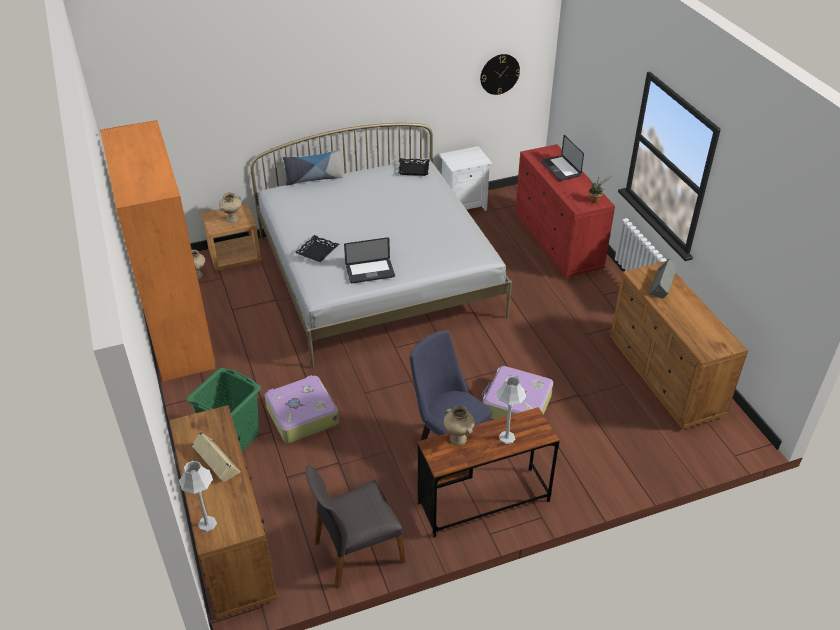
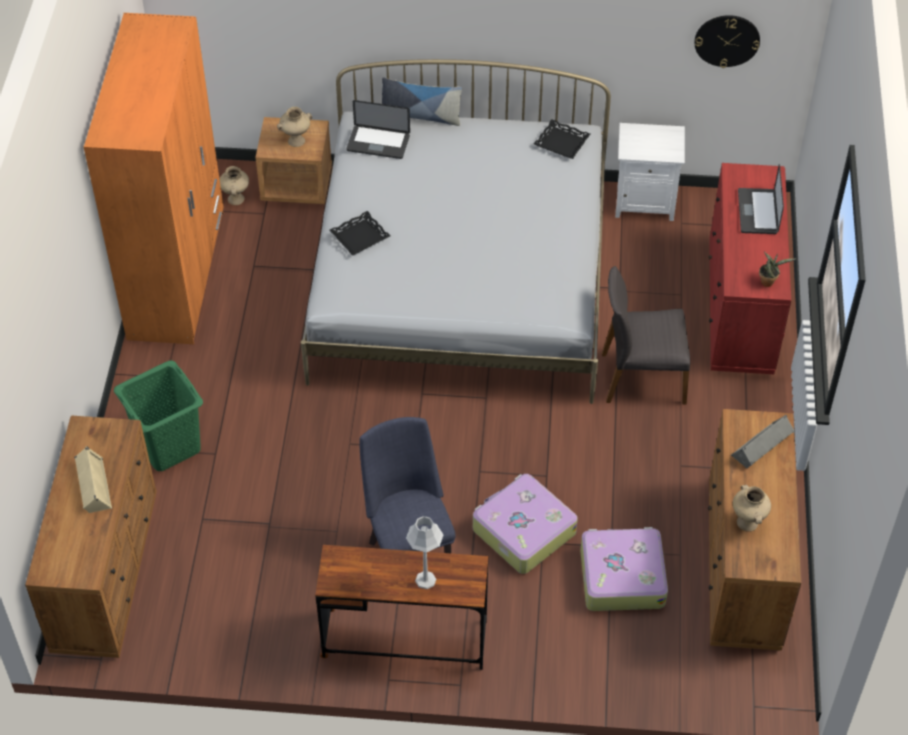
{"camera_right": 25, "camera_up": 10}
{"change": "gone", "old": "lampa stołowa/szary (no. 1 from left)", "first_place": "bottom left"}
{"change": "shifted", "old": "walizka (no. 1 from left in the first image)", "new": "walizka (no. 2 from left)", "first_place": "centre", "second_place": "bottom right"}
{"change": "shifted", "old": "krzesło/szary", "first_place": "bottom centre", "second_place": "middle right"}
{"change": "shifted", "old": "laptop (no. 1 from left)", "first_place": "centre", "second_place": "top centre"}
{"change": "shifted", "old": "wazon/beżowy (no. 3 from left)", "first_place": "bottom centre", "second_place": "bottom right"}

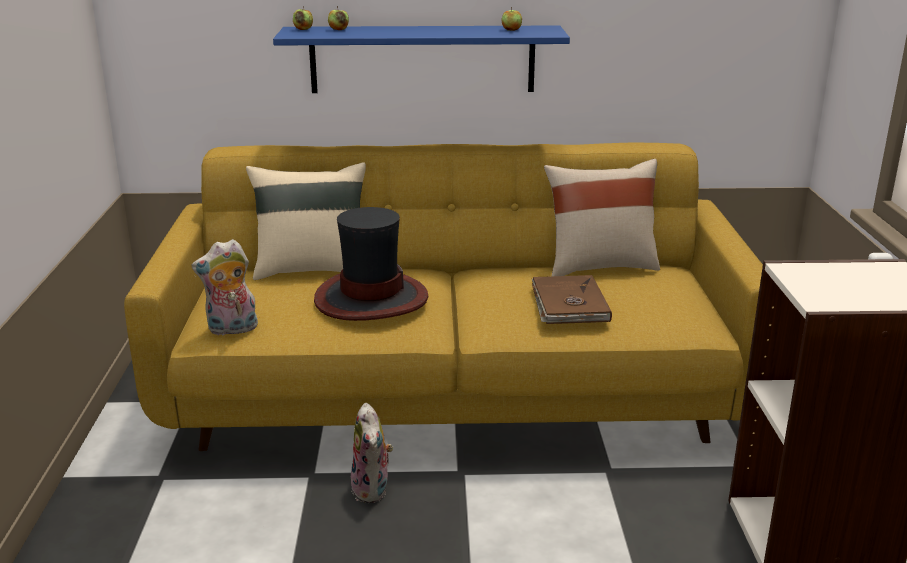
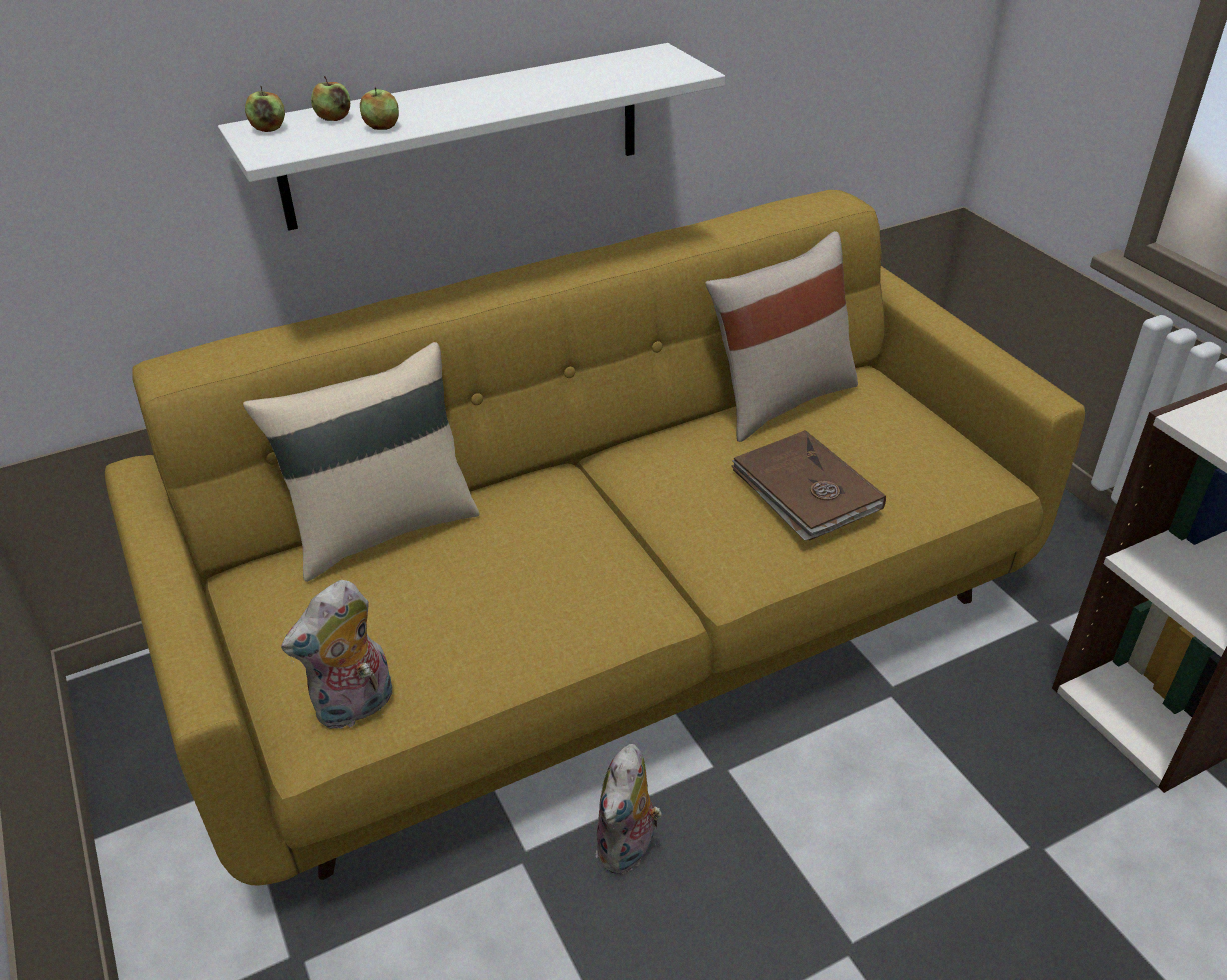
{"camera_right": -25, "camera_up": 15}
{"change": "gone", "old": "kapelusz", "first_place": "centre"}
{"change": "shifted", "old": "jabłko (no. 3 from left)", "first_place": "top centre", "second_place": "top left"}
{"change": "repainted", "old": "półka/niebieski", "new": "półka/biały", "first_place": "top centre", "second_place": "top centre"}
{"change": "rotated", "old": "pluszak (no. 2 from left)", "first_place": "bottom centre", "second_place": "bottom centre", "degrees": 60}

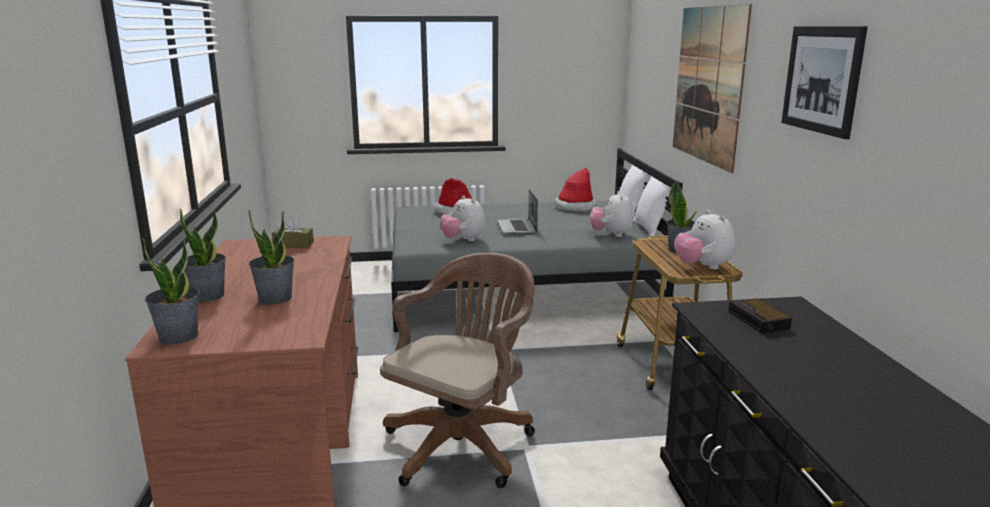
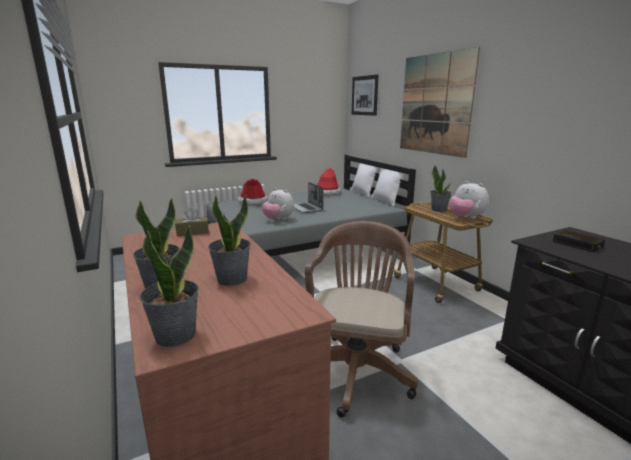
{"camera_right": -20, "camera_up": 0}
{"change": "gone", "old": "pluszak (no. 2 from left)", "first_place": "centre"}
{"change": "shifted", "old": "obraz (no. 2 from left in the first image)", "new": "obraz (no. 1 from left)", "first_place": "top right", "second_place": "top centre"}

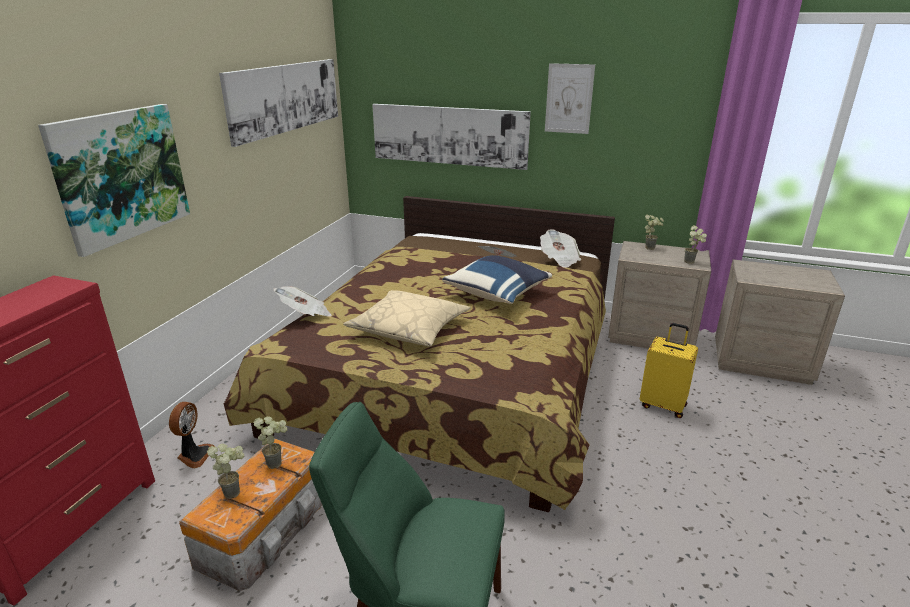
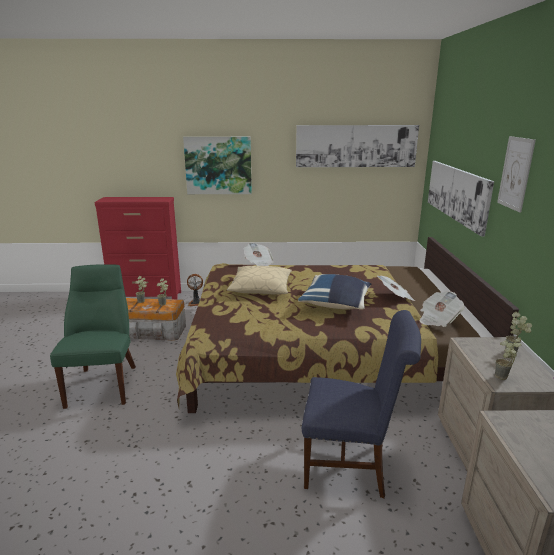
{"camera_right": 70, "camera_up": -5}
{"change": "swapped", "old": "walizka/żółty", "new": "krzesło/niebieski", "first_place": "middle right", "second_place": "bottom centre"}

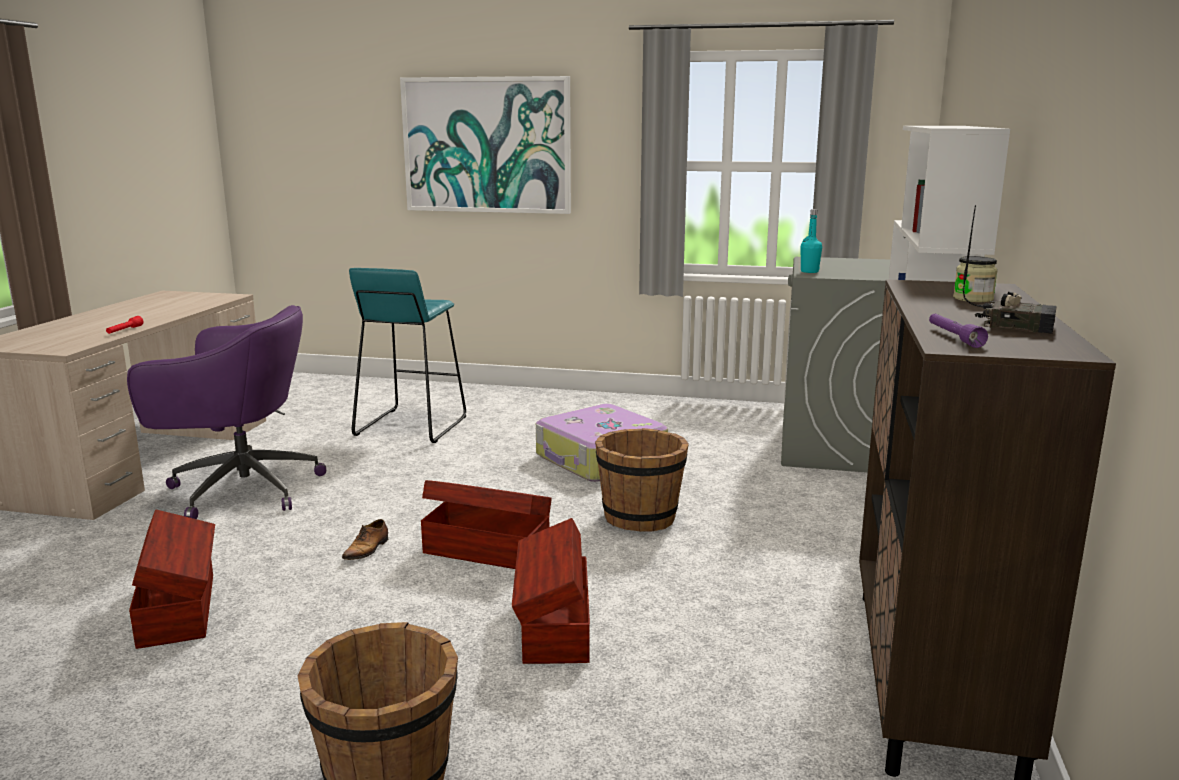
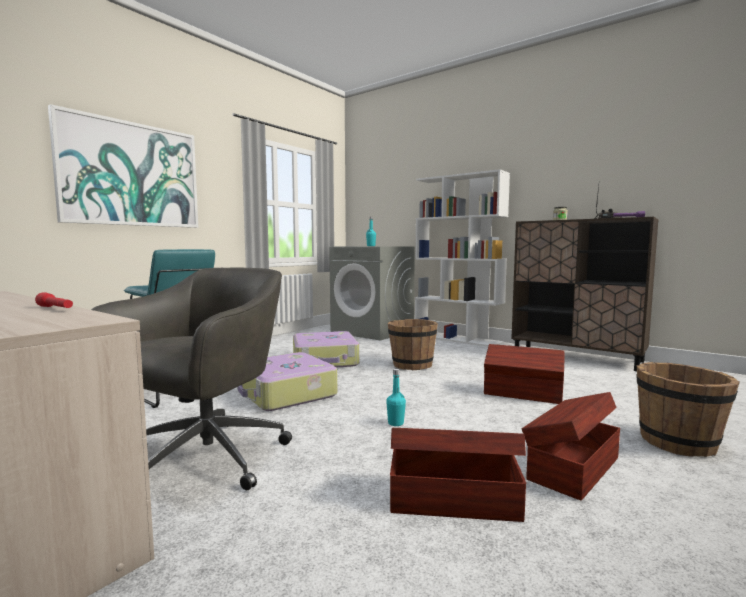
{"camera_right": -65, "camera_up": -10}
{"change": "new", "new": "walizka (no. 1 from left)", "second_place": "centre"}
{"change": "shifted", "old": "pojemnik do przechowywania/brązowy (no. 2 from left in the first image)", "new": "pojemnik do przechowywania/brązowy (no. 3 from left)", "first_place": "bottom centre", "second_place": "bottom right"}
{"change": "swapped", "old": "but", "new": "butelka/turkusowy (no. 2 from left)", "first_place": "bottom left", "second_place": "centre"}
{"change": "repainted", "old": "krzesło biurowe/fioletowy", "new": "krzesło biurowe/szary", "first_place": "middle left", "second_place": "middle left"}

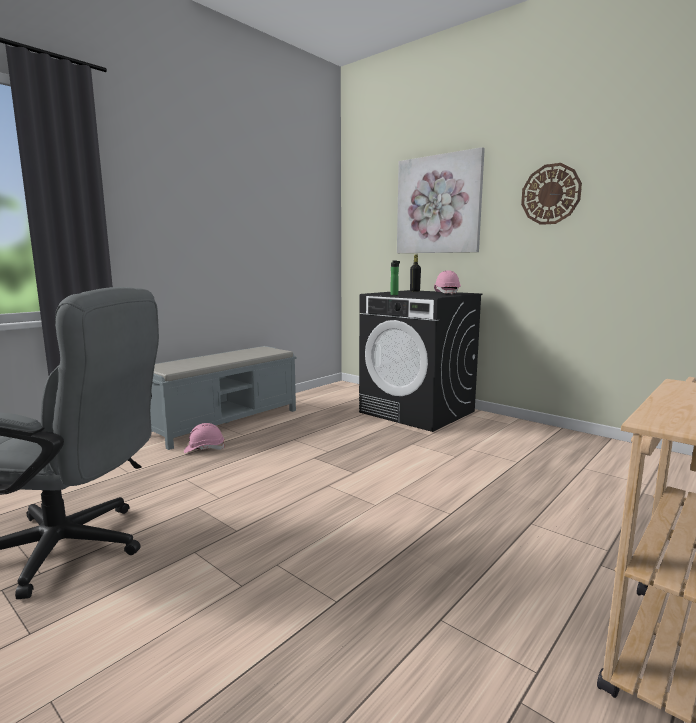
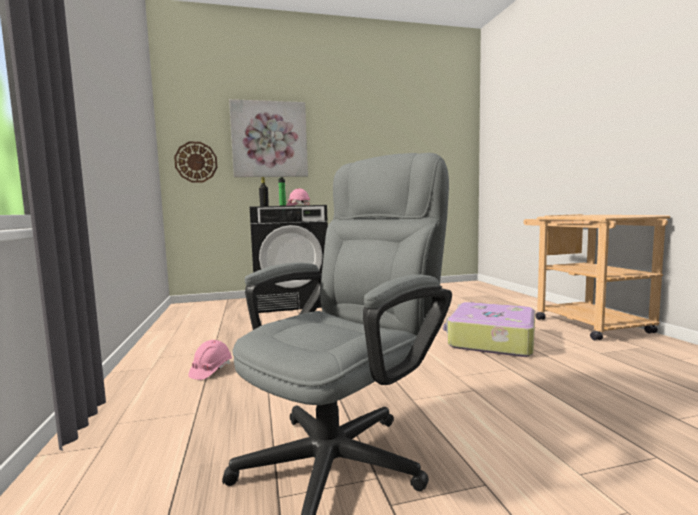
{"camera_right": -55, "camera_up": -5}
{"change": "gone", "old": "ławka/szary", "first_place": "middle left"}
{"change": "new", "new": "walizka", "second_place": "middle right"}
{"change": "shifted", "old": "zegar ścienny", "first_place": "top right", "second_place": "top left"}

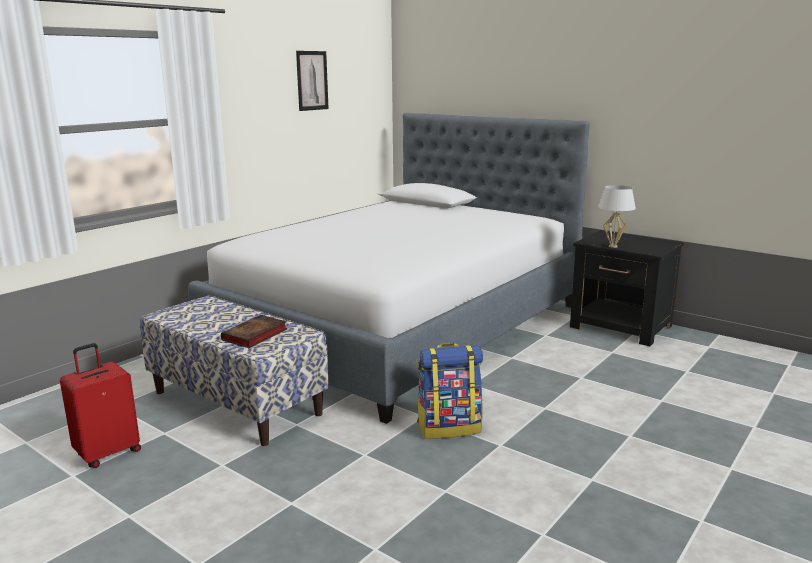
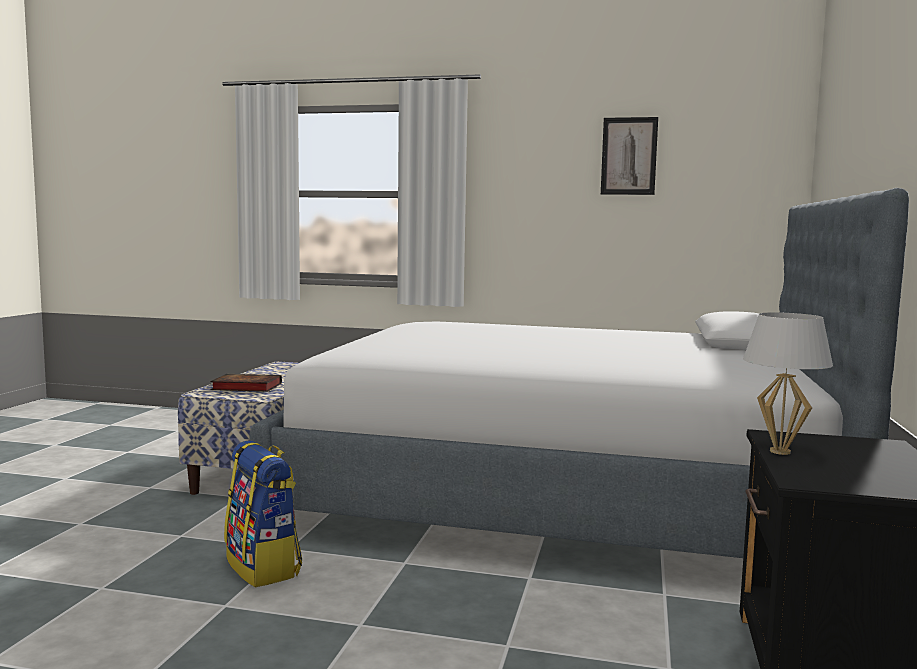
{"camera_right": 65, "camera_up": -10}
{"change": "gone", "old": "walizka/czerwony", "first_place": "bottom left"}

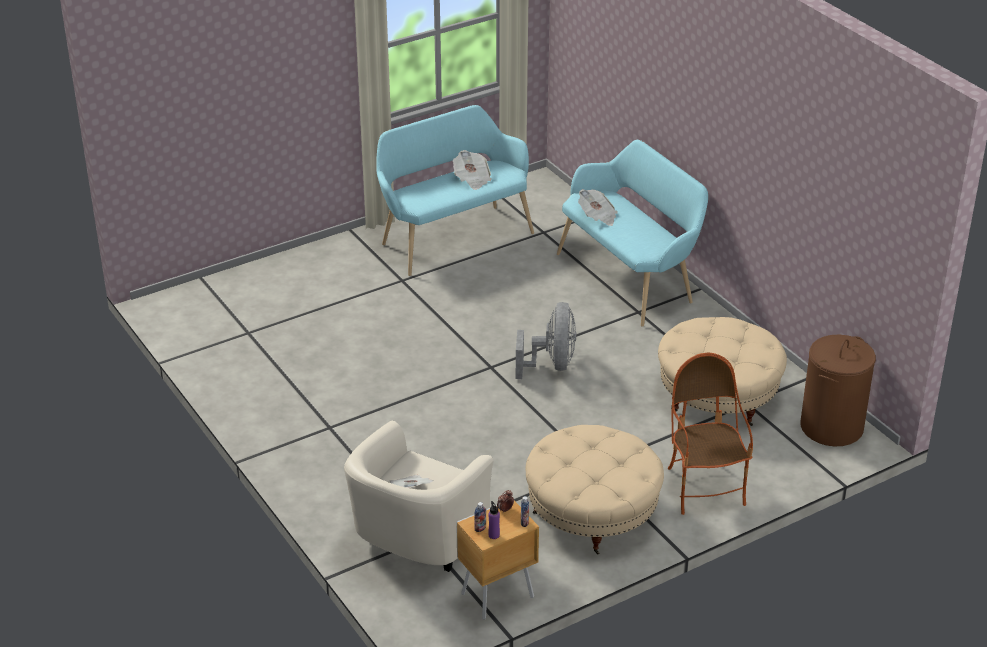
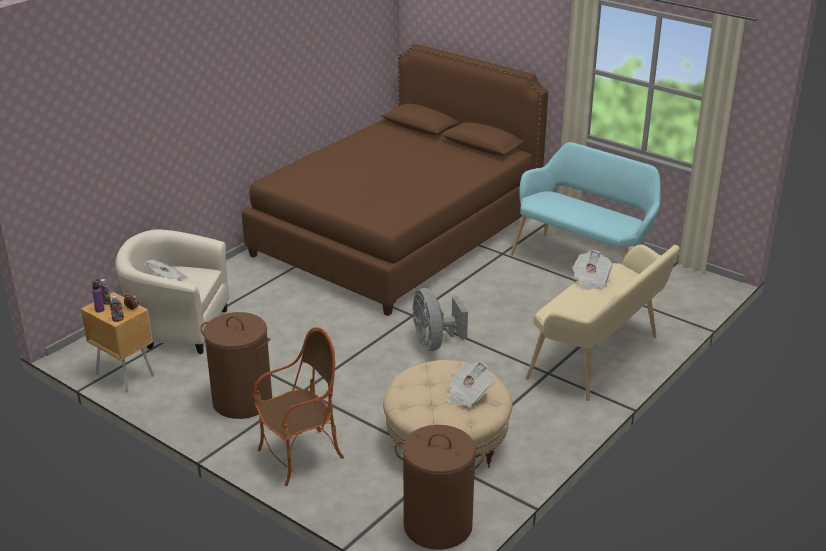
{"camera_right": 70, "camera_up": -5}
{"change": "new", "new": "łóżko/brązowy", "second_place": "top centre"}
{"change": "shifted", "old": "gazeta (no. 2 from left)", "first_place": "top centre", "second_place": "bottom centre"}
{"change": "swapped", "old": "pufa/beżowy (no. 1 from left)", "new": "kosz na pranie/brązowy (no. 1 from left)", "first_place": "bottom centre", "second_place": "middle left"}
{"change": "repainted", "old": "ławka/turkusowy (no. 2 from left)", "new": "ławka/beżowy", "first_place": "centre", "second_place": "middle right"}
{"change": "rotated", "old": "wentylator/szary", "first_place": "centre", "second_place": "centre", "degrees": 90}

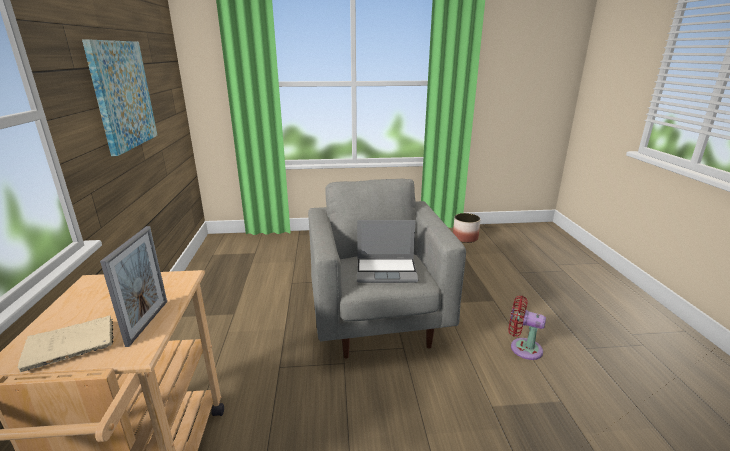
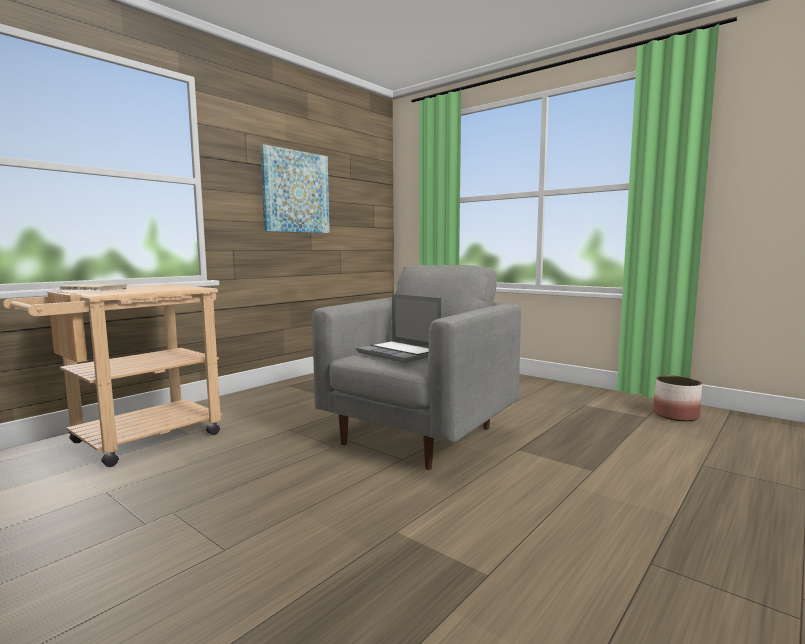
{"camera_right": 45, "camera_up": -15}
{"change": "gone", "old": "ramka na zdjęcie", "first_place": "middle left"}
{"change": "gone", "old": "wentylator/czerwony", "first_place": "bottom right"}

